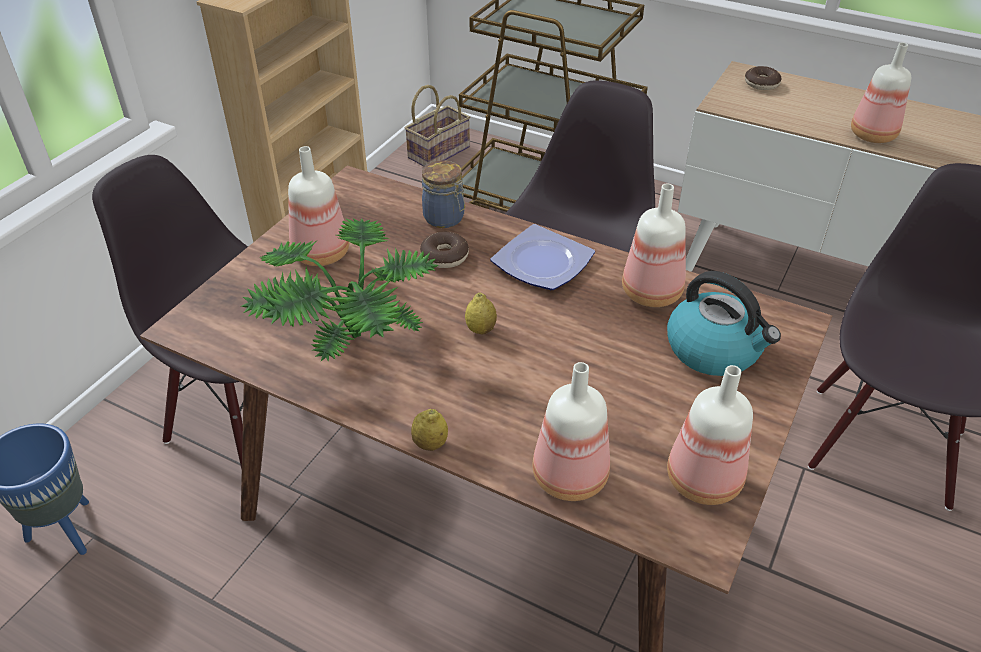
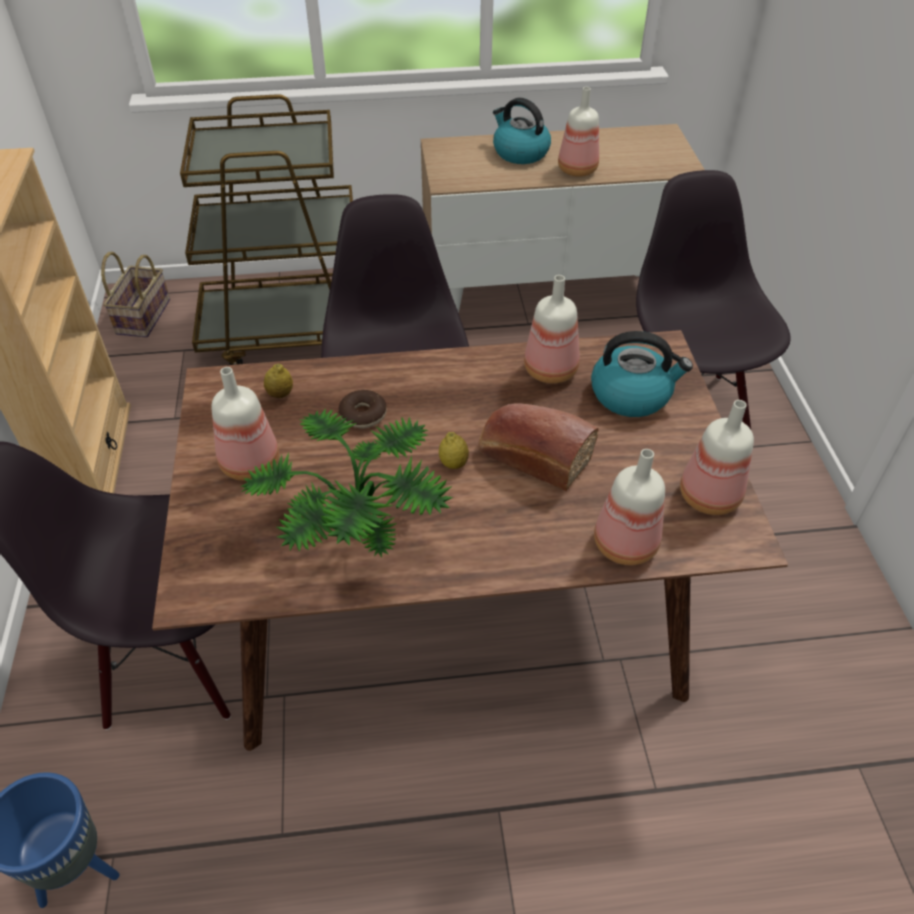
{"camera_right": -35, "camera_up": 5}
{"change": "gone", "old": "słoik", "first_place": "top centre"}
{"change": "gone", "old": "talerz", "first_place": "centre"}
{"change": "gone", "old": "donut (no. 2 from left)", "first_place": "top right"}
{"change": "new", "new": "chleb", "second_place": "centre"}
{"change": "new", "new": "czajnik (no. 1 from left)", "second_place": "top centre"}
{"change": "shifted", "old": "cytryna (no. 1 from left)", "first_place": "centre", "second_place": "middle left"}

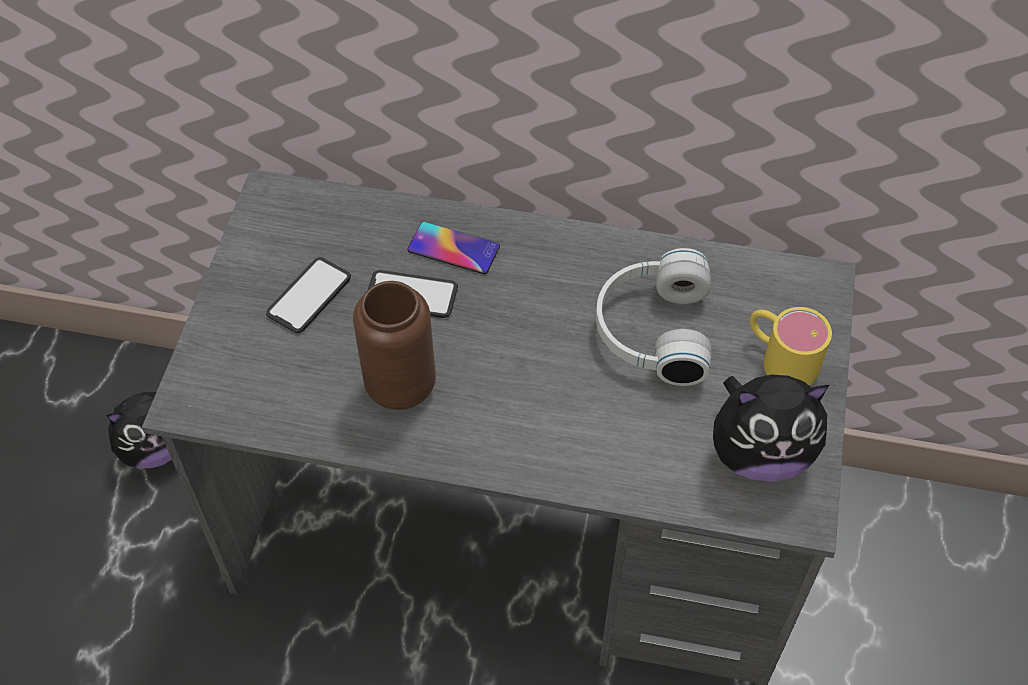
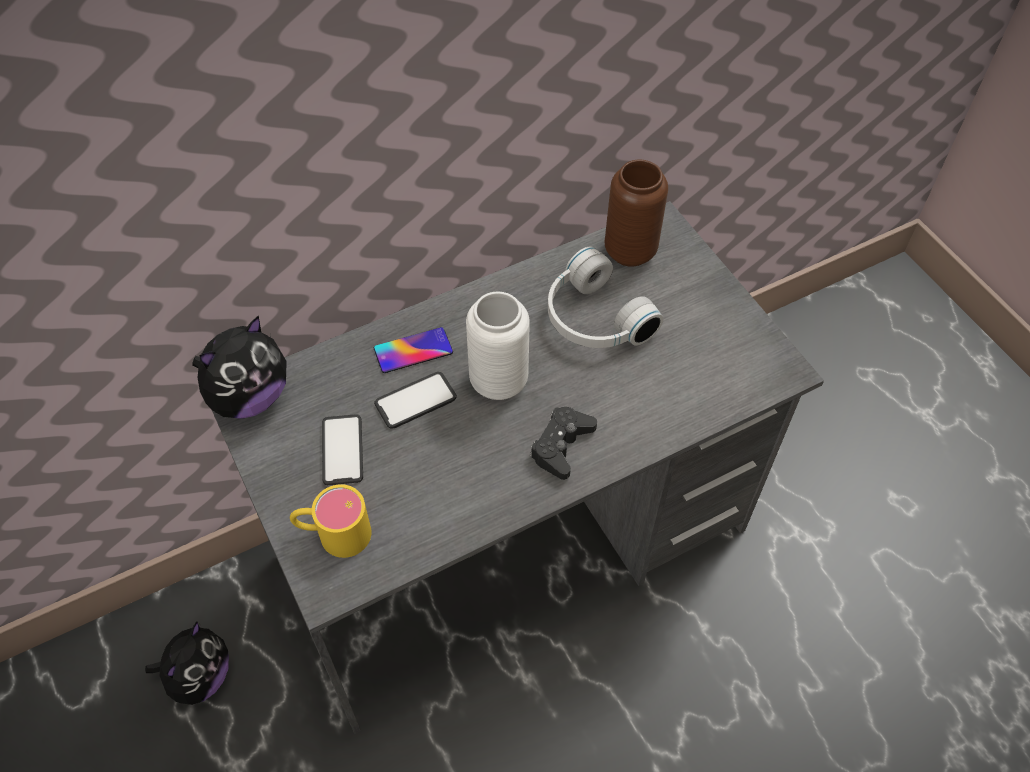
{"camera_right": -40, "camera_up": 0}
{"change": "new", "new": "wazon/biały", "second_place": "centre"}
{"change": "new", "new": "pad do gier/czarny", "second_place": "centre"}
{"change": "shifted", "old": "wazon/brązowy", "first_place": "centre", "second_place": "top centre"}
{"change": "shifted", "old": "pluszak (no. 2 from left)", "first_place": "middle right", "second_place": "middle left"}
{"change": "shifted", "old": "kubek/żółty", "first_place": "middle right", "second_place": "bottom left"}

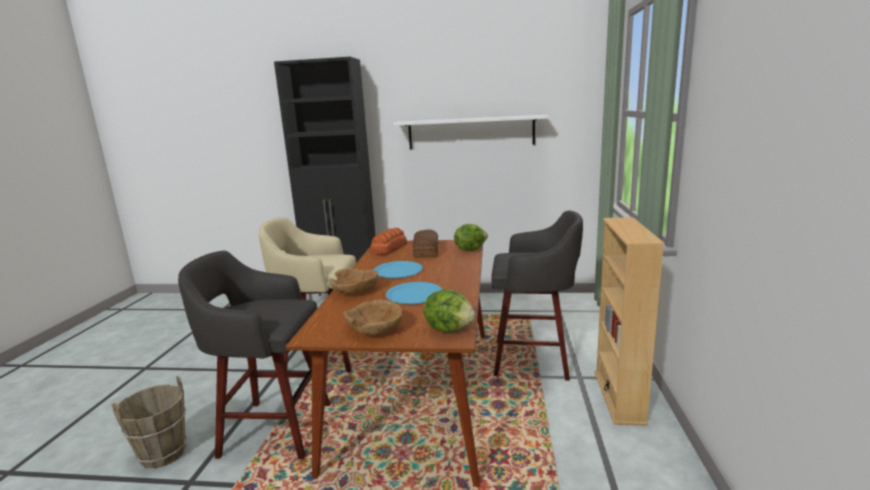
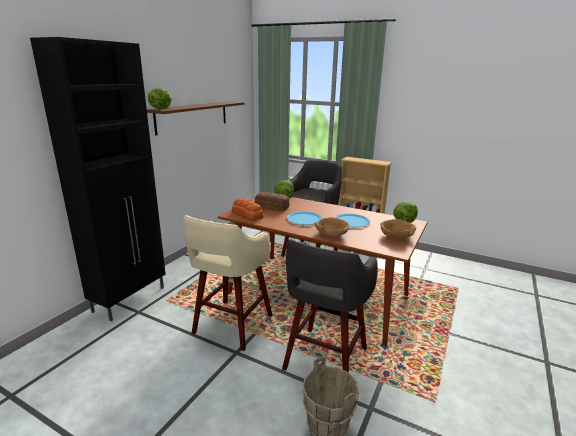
{"camera_right": -70, "camera_up": 5}
{"change": "new", "new": "sałata (no. 1 from left)", "second_place": "top left"}
{"change": "repainted", "old": "półka/biały", "new": "półka/brązowy", "first_place": "top centre", "second_place": "top centre"}

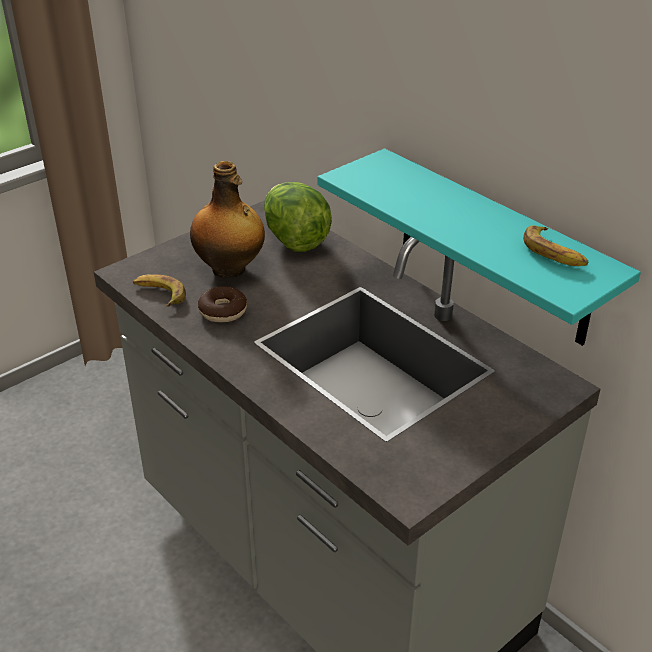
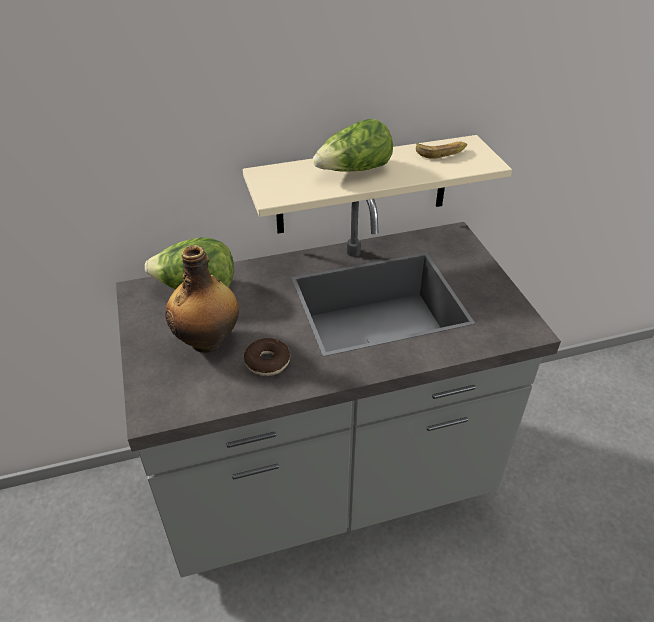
{"camera_right": -65, "camera_up": 5}
{"change": "gone", "old": "banan (no. 1 from left)", "first_place": "middle left"}
{"change": "new", "new": "sałata (no. 2 from left)", "second_place": "top centre"}
{"change": "repainted", "old": "półka/turkusowy", "new": "półka/beżowy", "first_place": "middle right", "second_place": "top centre"}

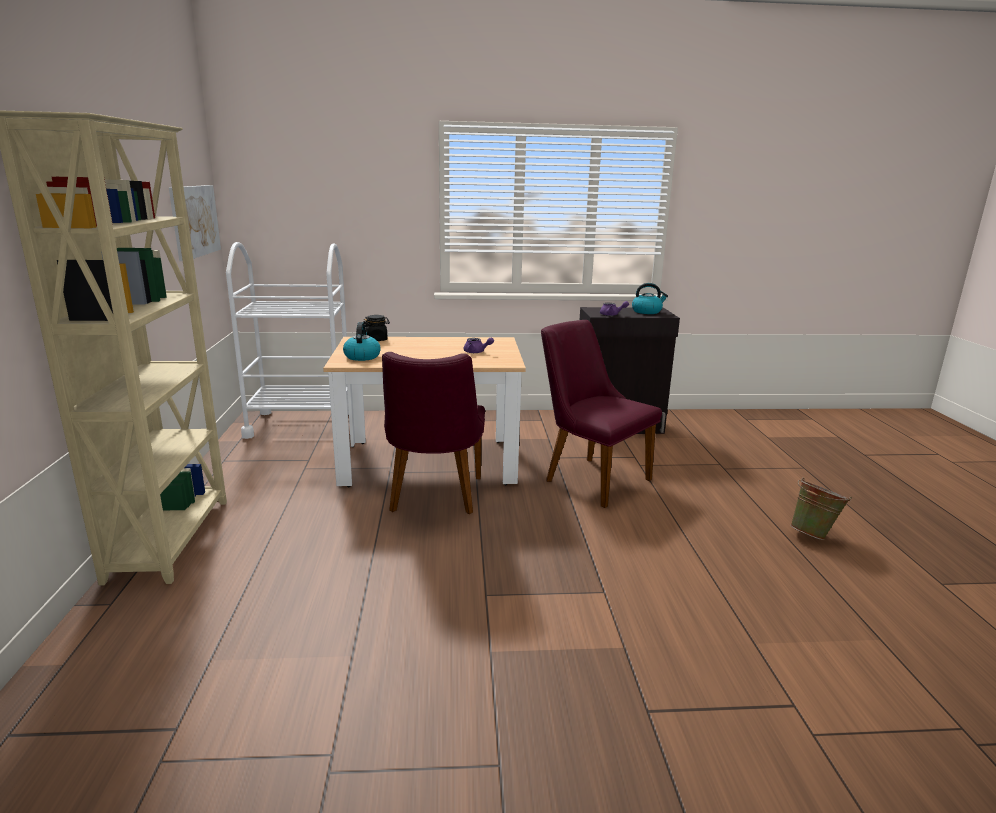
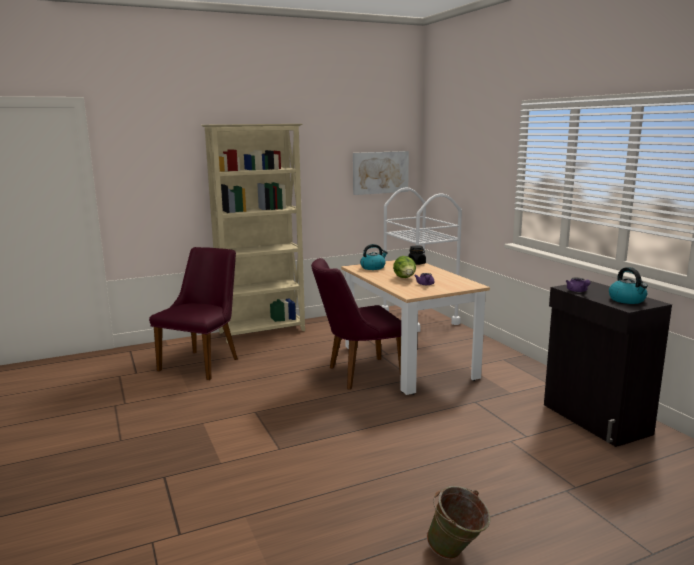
{"camera_right": 70, "camera_up": -5}
{"change": "new", "new": "sałata", "second_place": "centre"}
{"change": "shifted", "old": "krzesło/fioletowy (no. 2 from left in the first image)", "new": "krzesło/fioletowy (no. 1 from left)", "first_place": "centre", "second_place": "middle left"}

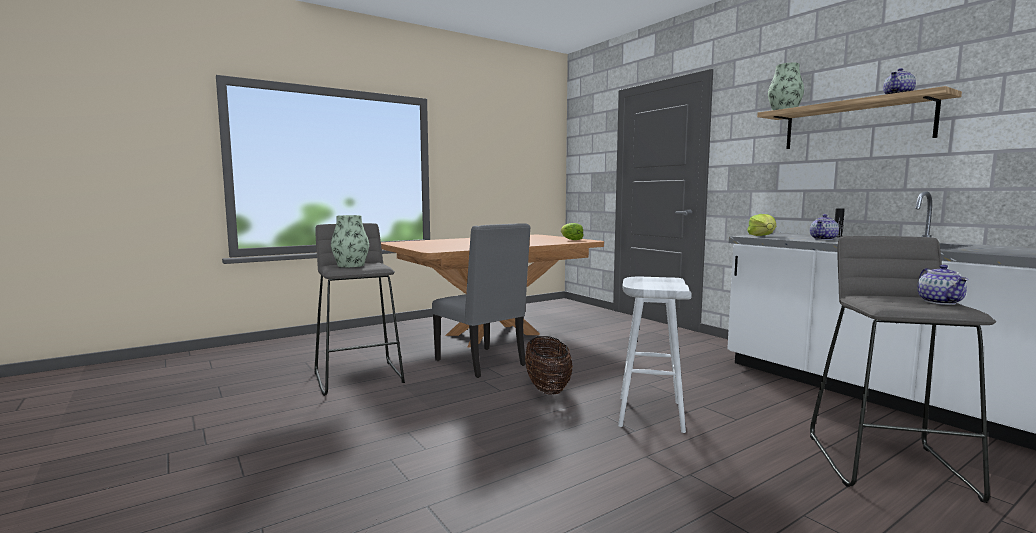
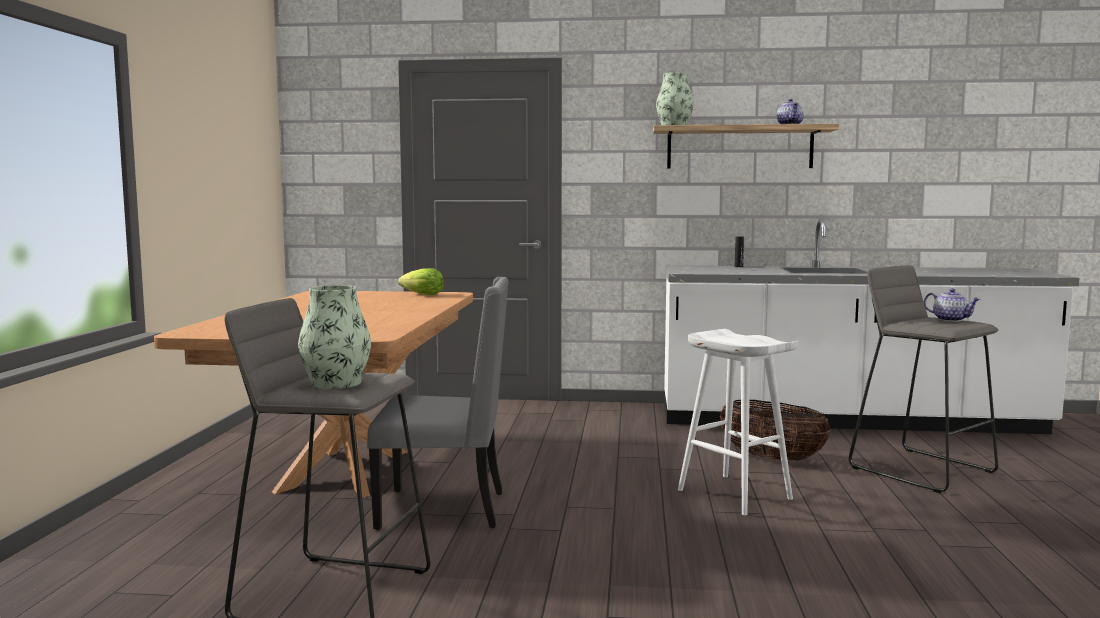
{"camera_right": -50, "camera_up": 0}
{"change": "gone", "old": "sałata (no. 2 from left)", "first_place": "middle right"}
{"change": "gone", "old": "imbryk (no. 1 from left)", "first_place": "middle right"}
{"change": "shifted", "old": "koszyk", "first_place": "bottom centre", "second_place": "bottom right"}

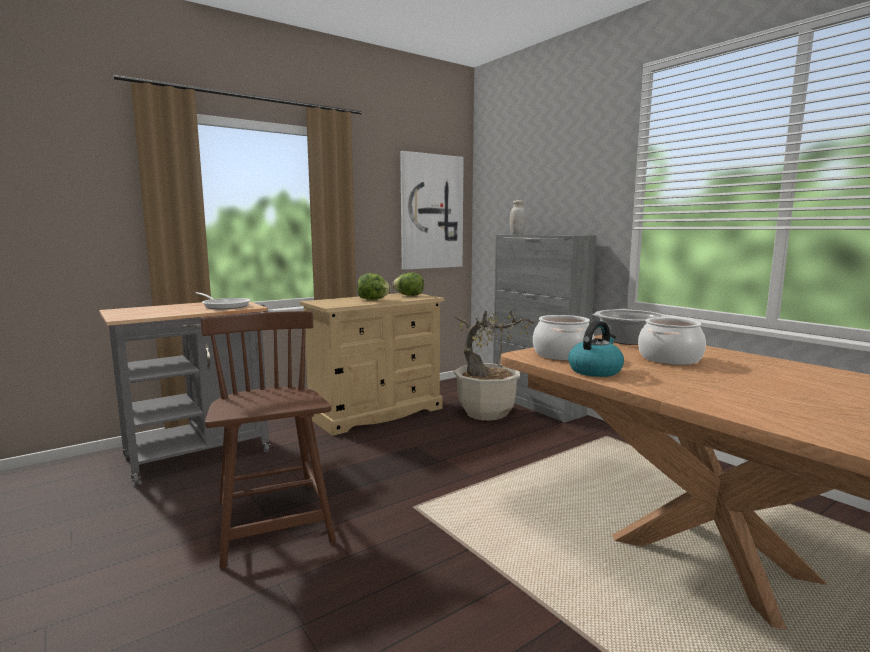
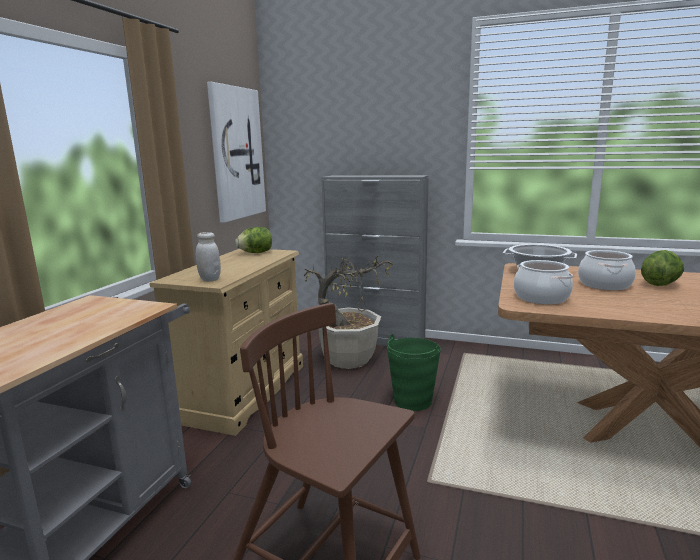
{"camera_right": -35, "camera_up": 5}
{"change": "gone", "old": "patelnia", "first_place": "middle left"}
{"change": "gone", "old": "czajnik", "first_place": "middle right"}
{"change": "new", "new": "wiadro/zielony", "second_place": "centre"}
{"change": "shifted", "old": "sałata (no. 1 from left in the first image)", "new": "sałata (no. 2 from left)", "first_place": "centre", "second_place": "middle right"}
{"change": "shifted", "old": "słoik/biały", "first_place": "top centre", "second_place": "middle left"}

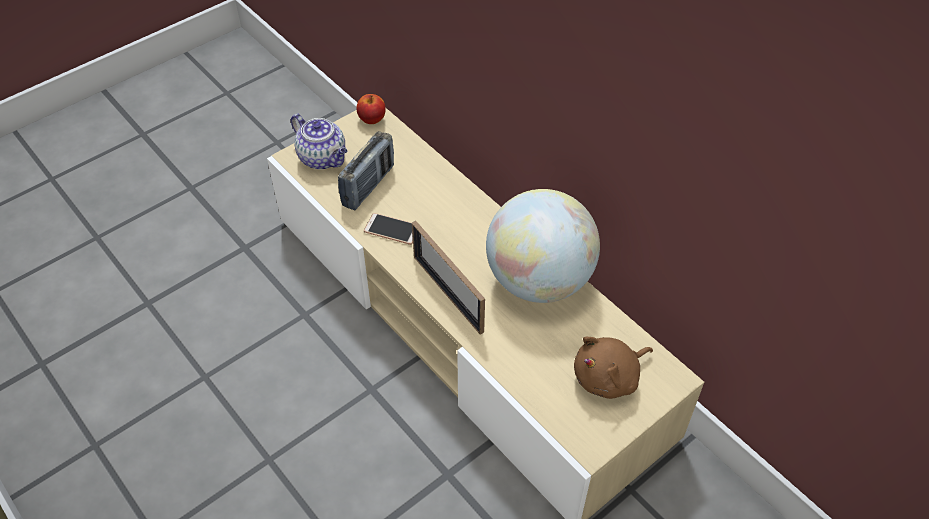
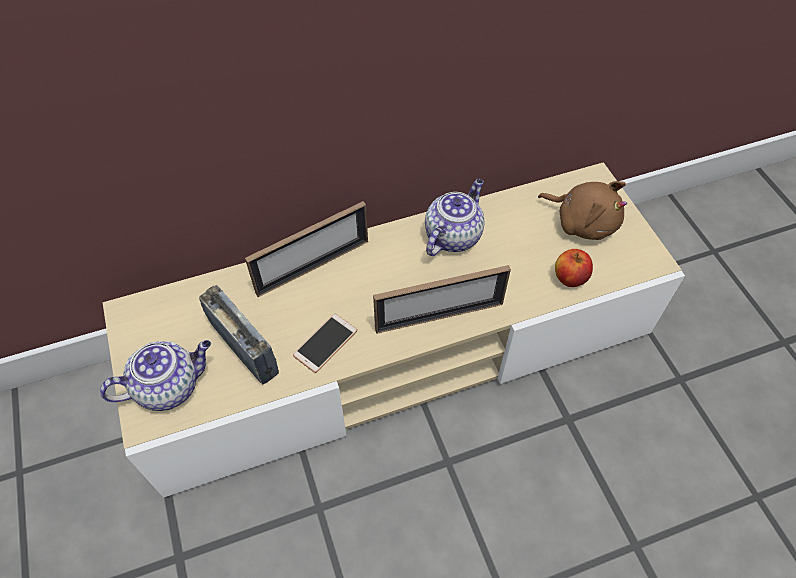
{"camera_right": -70, "camera_up": 5}
{"change": "new", "new": "ramka na zdjęcie (no. 1 from left)", "second_place": "centre"}
{"change": "shifted", "old": "jabłko", "first_place": "top centre", "second_place": "middle right"}
{"change": "swapped", "old": "globus", "new": "imbryk (no. 2 from left)", "first_place": "centre", "second_place": "centre"}
{"change": "rotated", "old": "pluszak/brązowy", "first_place": "bottom centre", "second_place": "middle right", "degrees": -45}

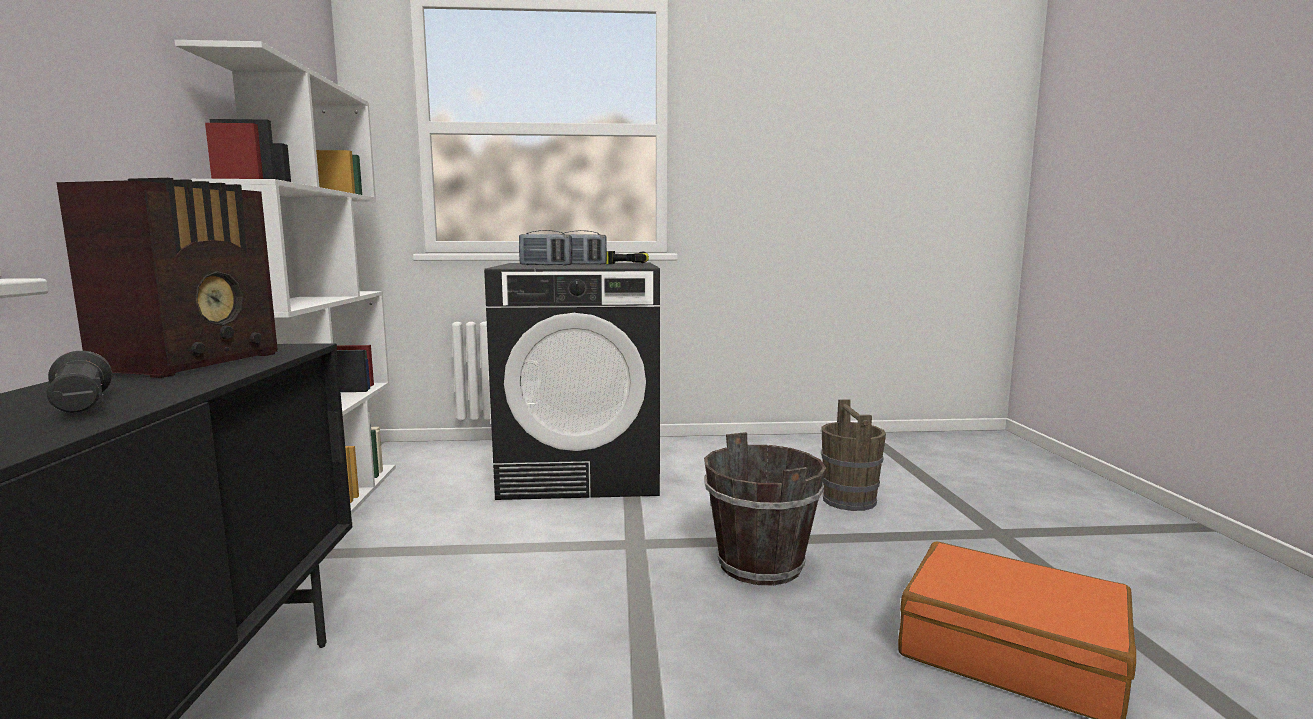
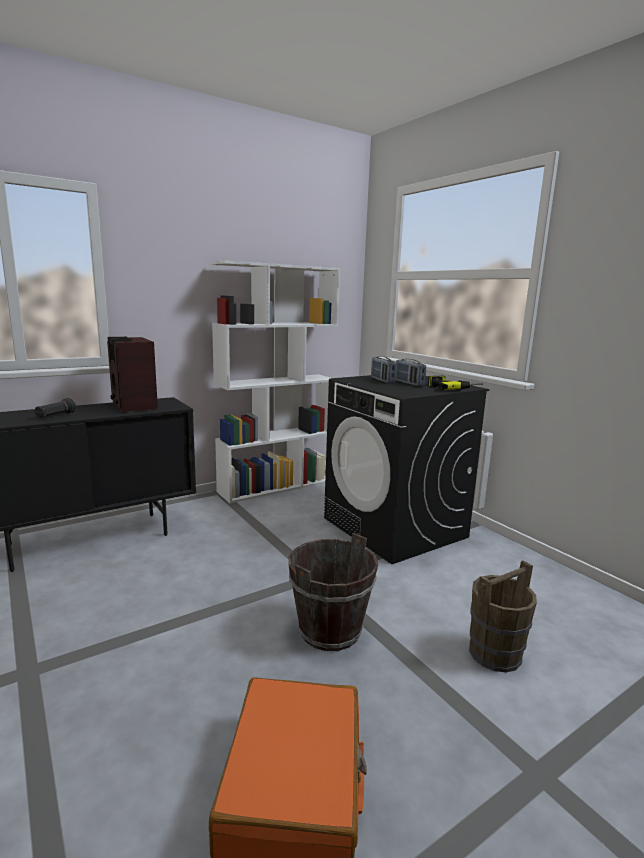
{"camera_right": 60, "camera_up": 5}
{"change": "rotated", "old": "radio (no. 1 from left)", "first_place": "middle left", "second_place": "middle left", "degrees": 75}

